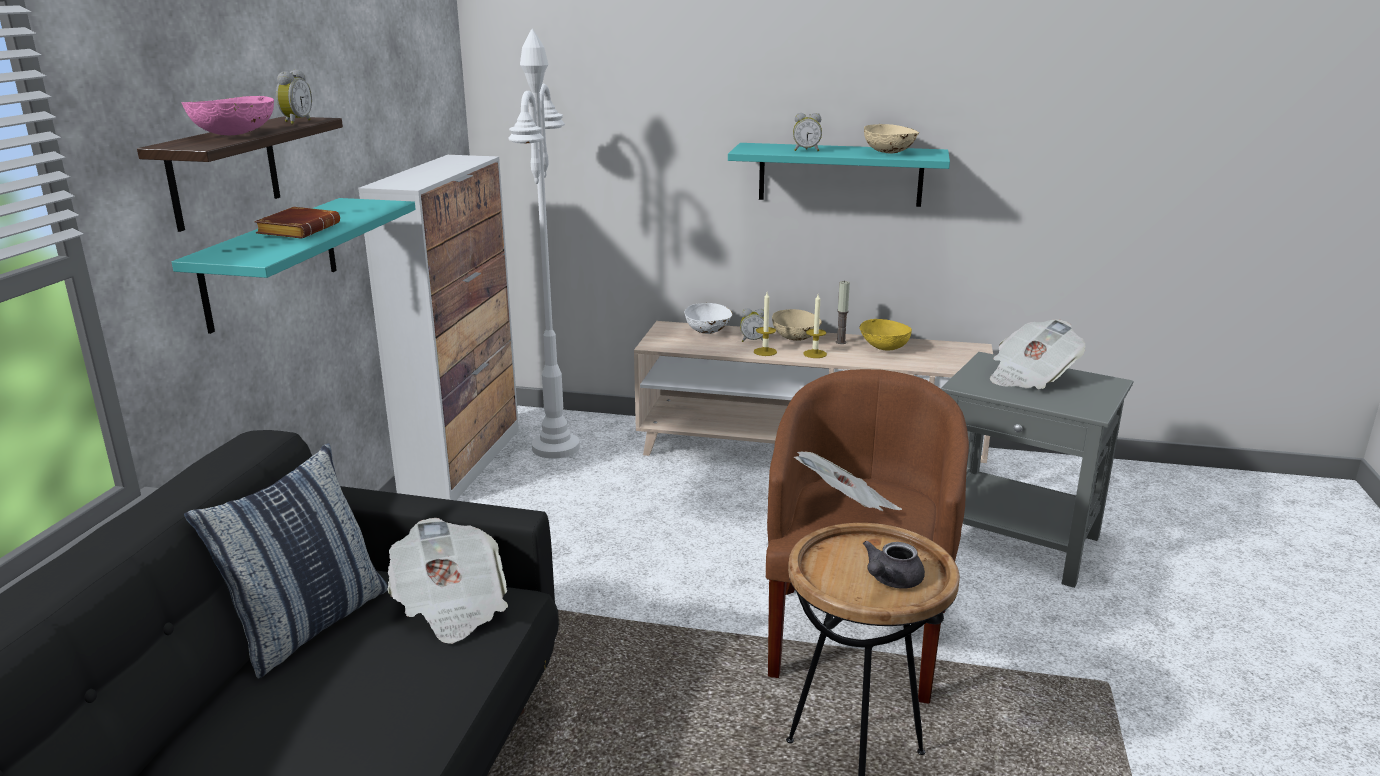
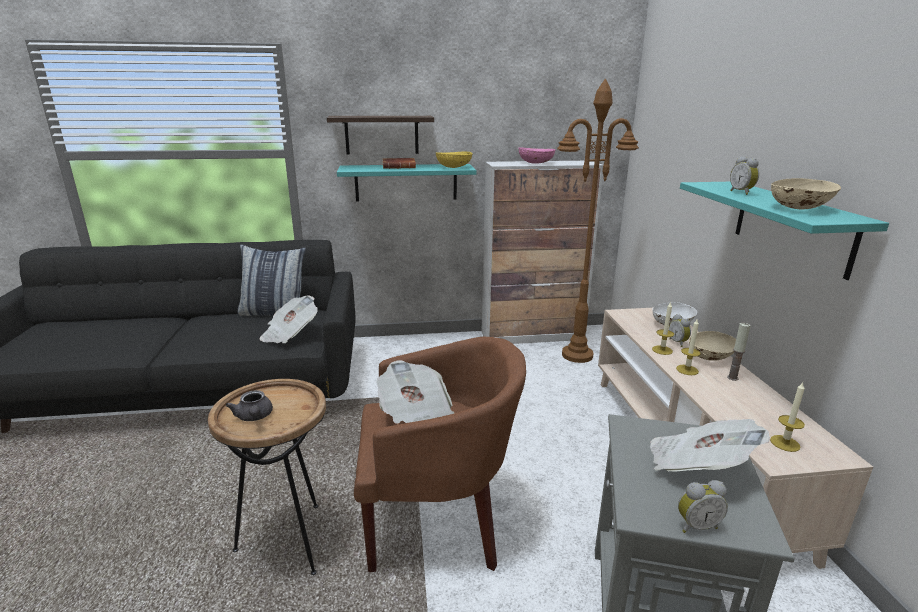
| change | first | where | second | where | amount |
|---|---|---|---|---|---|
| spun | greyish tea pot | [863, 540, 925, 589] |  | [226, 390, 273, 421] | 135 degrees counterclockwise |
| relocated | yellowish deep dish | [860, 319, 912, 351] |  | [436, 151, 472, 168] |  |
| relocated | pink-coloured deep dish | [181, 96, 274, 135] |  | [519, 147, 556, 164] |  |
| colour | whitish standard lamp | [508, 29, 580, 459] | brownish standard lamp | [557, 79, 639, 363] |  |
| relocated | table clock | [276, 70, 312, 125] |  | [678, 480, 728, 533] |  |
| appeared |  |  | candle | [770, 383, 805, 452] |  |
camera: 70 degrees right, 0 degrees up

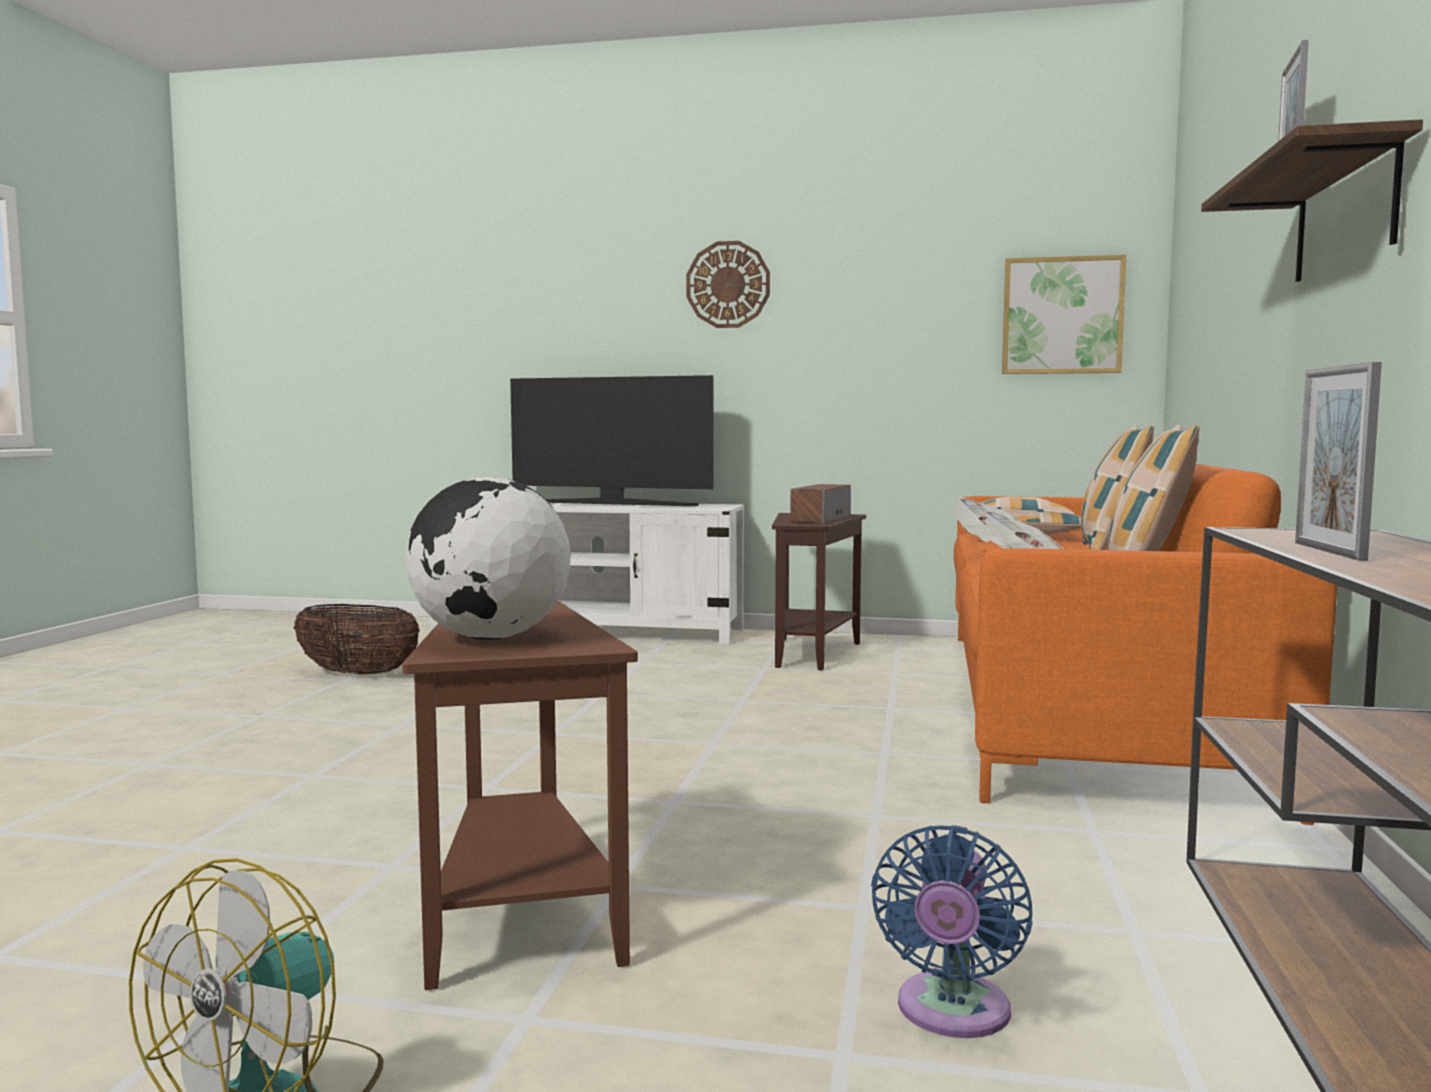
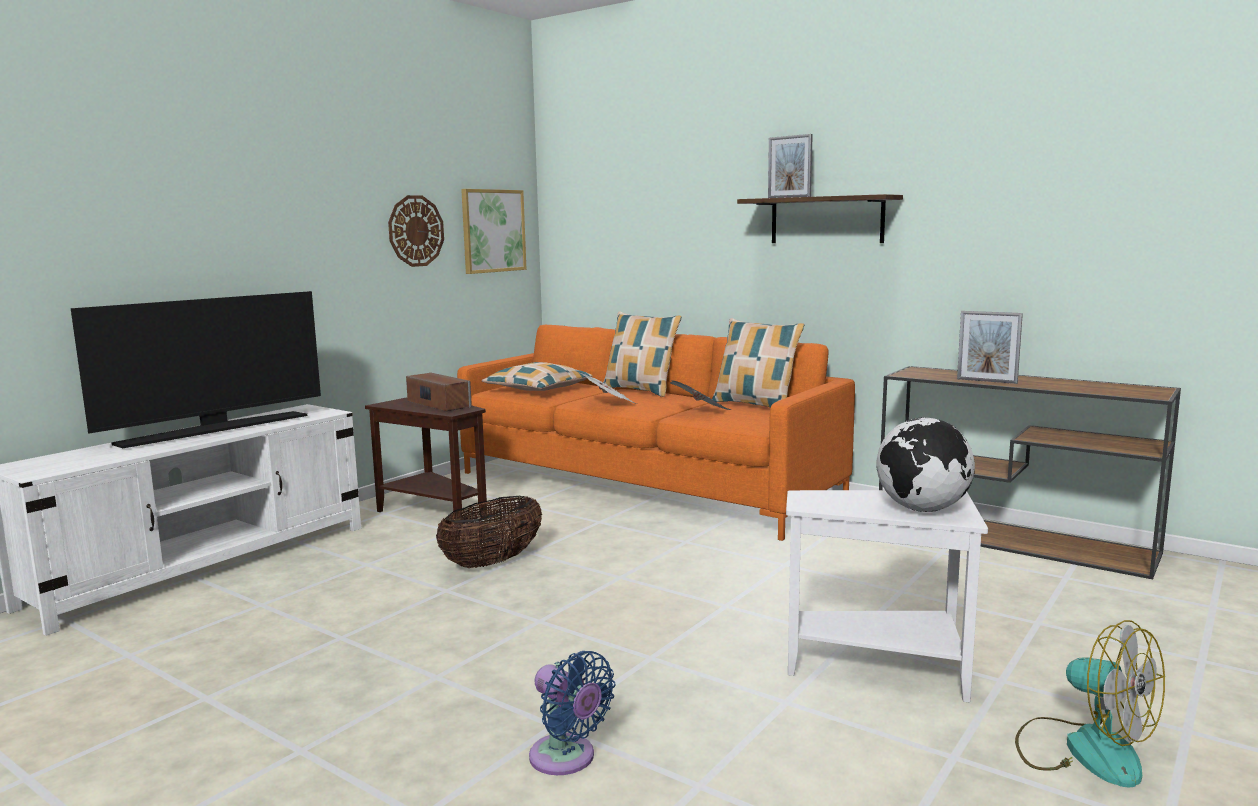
| change | first | where | second | where | amount |
|---|---|---|---|---|---|
| relocated | hanging clock | [686, 241, 770, 328] |  | [388, 195, 444, 267] |  |
| relocated | storage basket | [294, 604, 420, 675] |  | [436, 496, 542, 568] |  |
| relocated | bluish fan | [871, 825, 1033, 1038] |  | [529, 651, 615, 775] |  |
| colour | brownish end table | [402, 601, 638, 990] | whitish end table | [786, 490, 988, 702] |  |
camera: 65 degrees left, 5 degrees up

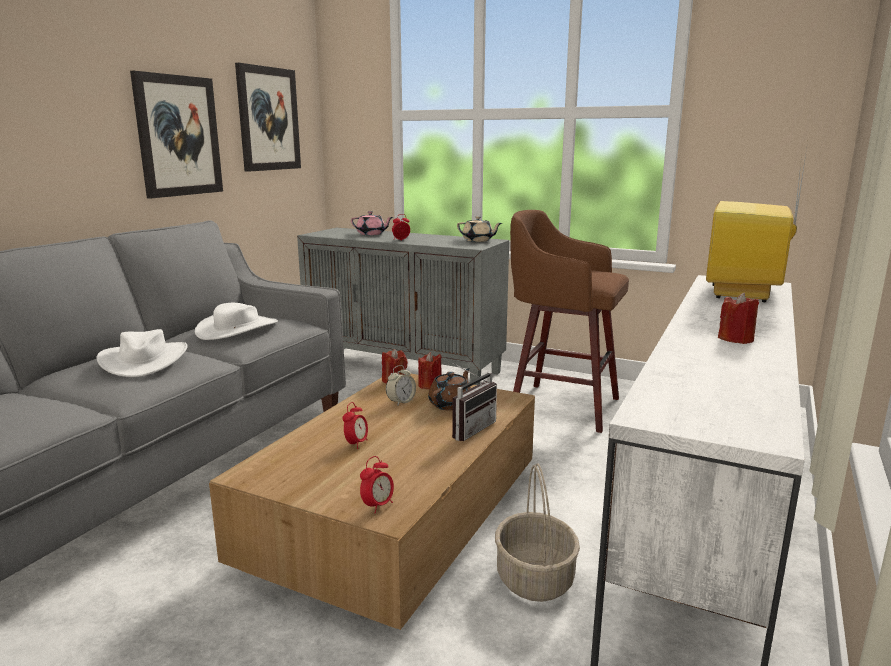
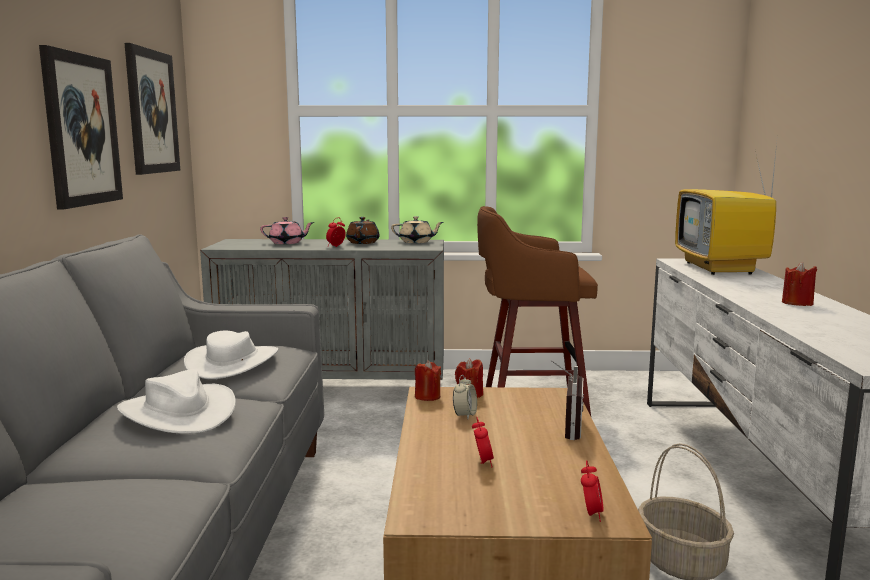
| change | first | where | second | where | amount |
|---|---|---|---|---|---|
| relocated | brownish tea pot | [428, 368, 471, 411] |  | [346, 217, 380, 244] |  |
camera: 25 degrees left, 5 degrees down

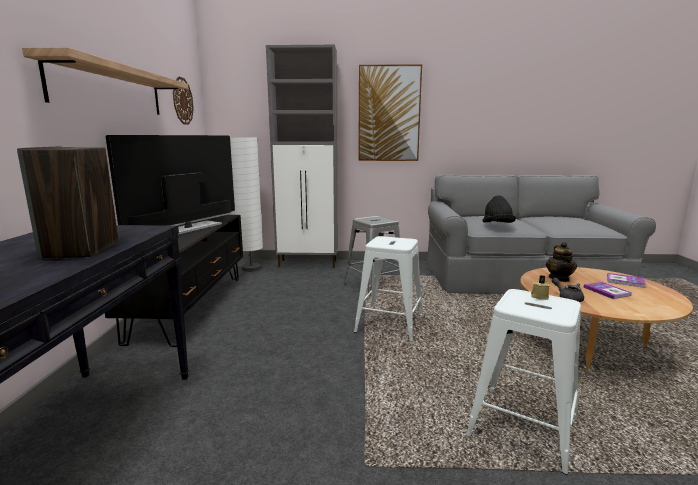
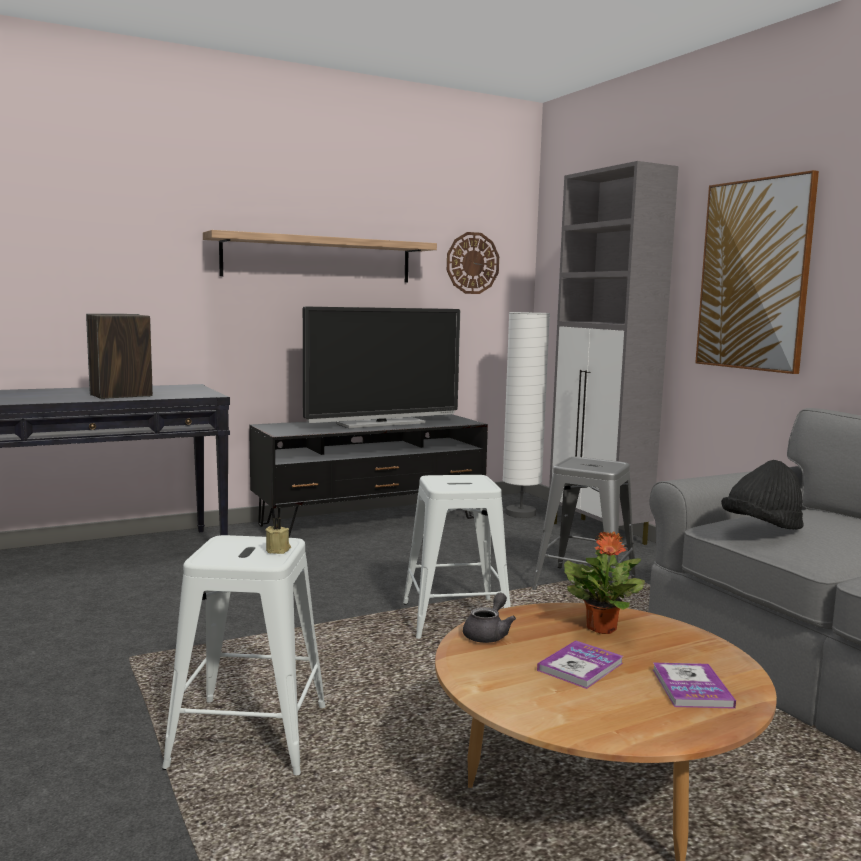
| change | first | where | second | where | amount |
|---|---|---|---|---|---|
| spun | TV set | [106, 135, 235, 235] |  | [303, 306, 460, 428] | 150 degrees clockwise |
| exchanged | tea pot | [546, 242, 577, 282] | houseplant | [564, 531, 645, 634] |  |
camera: 60 degrees right, 5 degrees down

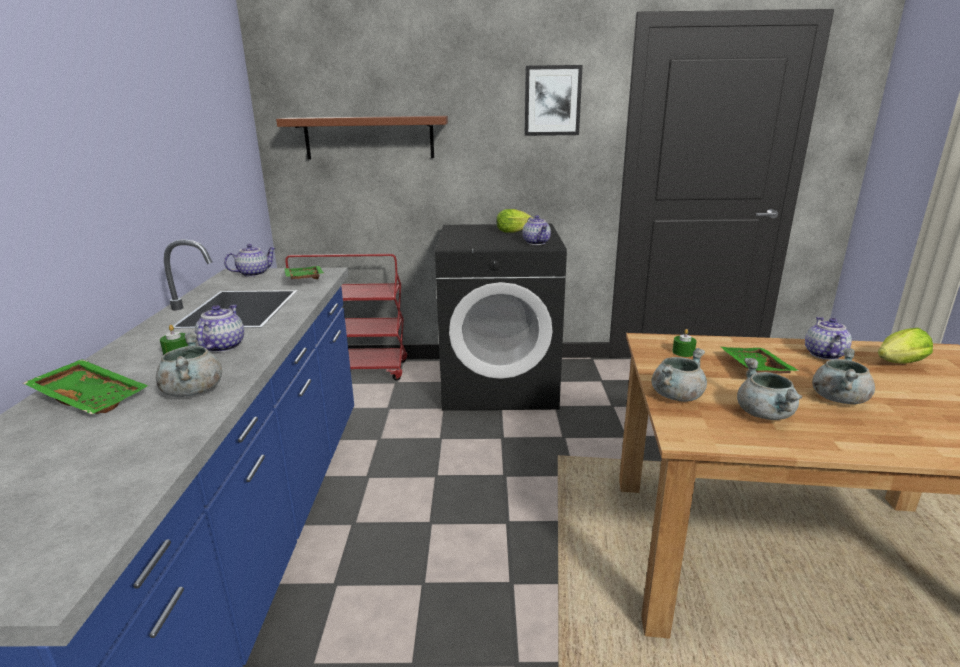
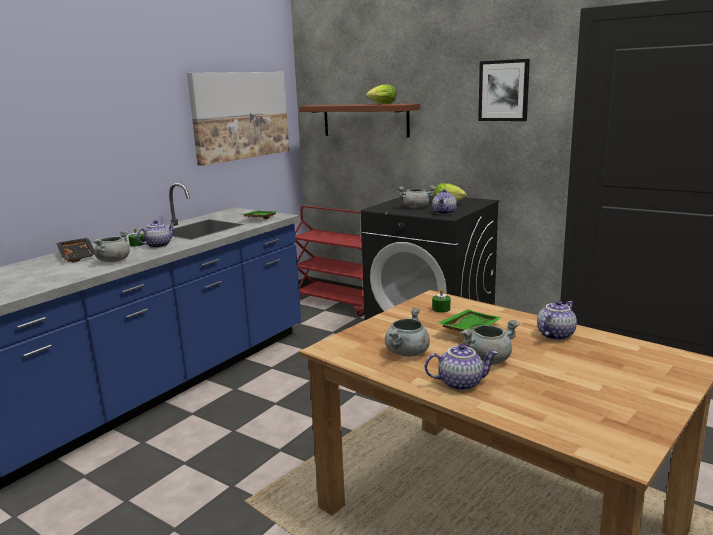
| change | first | where | second | where | amount |
|---|---|---|---|---|---|
| colour | green carrying tray | [23, 359, 148, 415] | black-coloured carrying tray | [56, 238, 95, 262] |  |
| appeared |  |  | picture | [187, 72, 289, 166] |  |
| relocated | lettuce head | [878, 328, 933, 364] |  | [366, 84, 396, 104] |  |
| relocated | greyish saucepot | [651, 348, 707, 402] |  | [398, 186, 436, 208] |  |
| relocated | tea pot | [224, 244, 276, 277] |  | [425, 343, 498, 391] |  |
camera: 35 degrees right, 5 degrees down

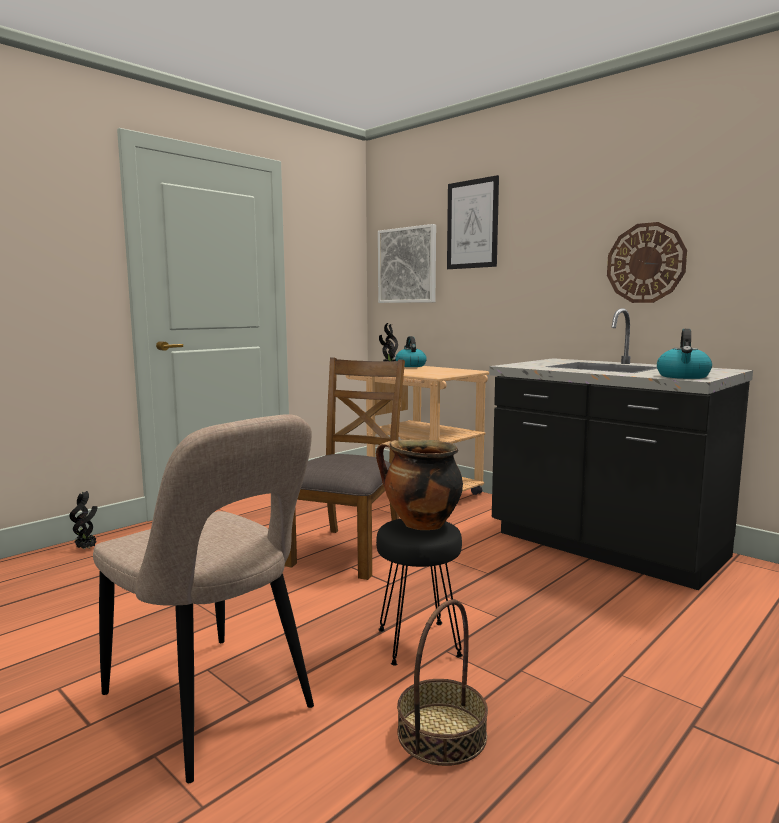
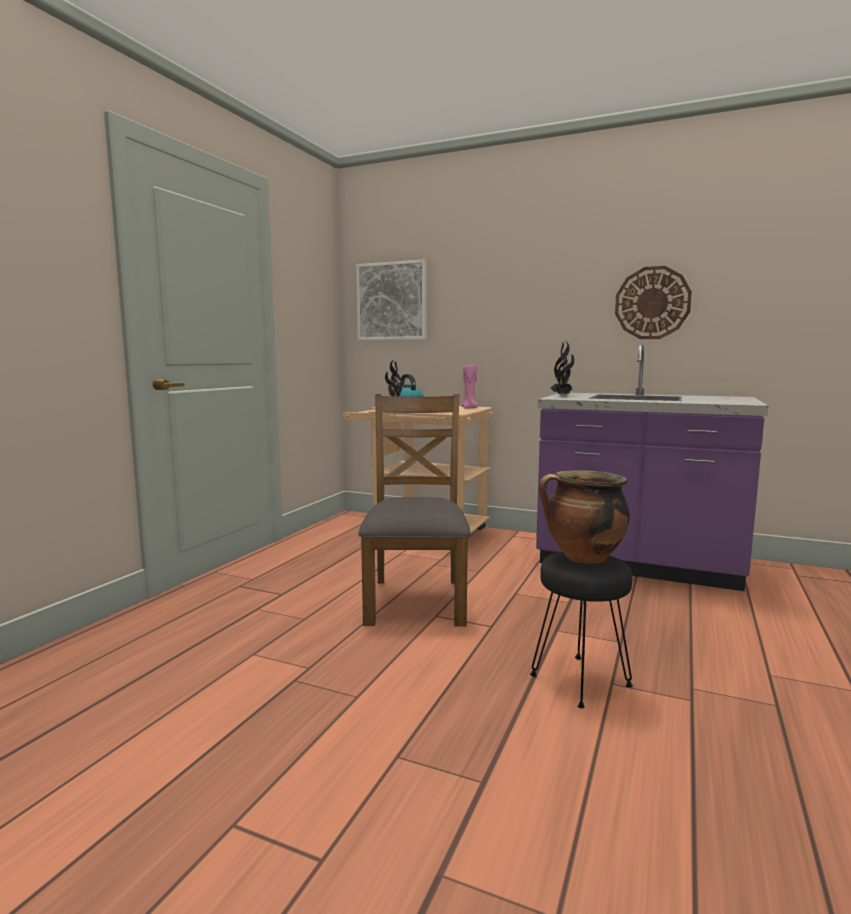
| change | first | where | second | where | amount |
|---|---|---|---|---|---|
| appeared |  |  | pink-coloured candle | [461, 364, 478, 409] |  |
| colour | black-coloured kitchen counter | [489, 308, 753, 590] | purple kitchen counter | [536, 344, 768, 591] |  |
| relocated | houseplant | [69, 491, 97, 549] |  | [551, 341, 574, 396] |  |
| missing | beige chair | [93, 414, 314, 783] |  |  |  |
| missing | storage basket | [397, 599, 488, 766] |  |  |  |
| missing | picture | [447, 175, 499, 269] |  |  |  |
| missing | water kettle | [657, 329, 712, 379] |  |  |  |
camera: 20 degrees left, 0 degrees up

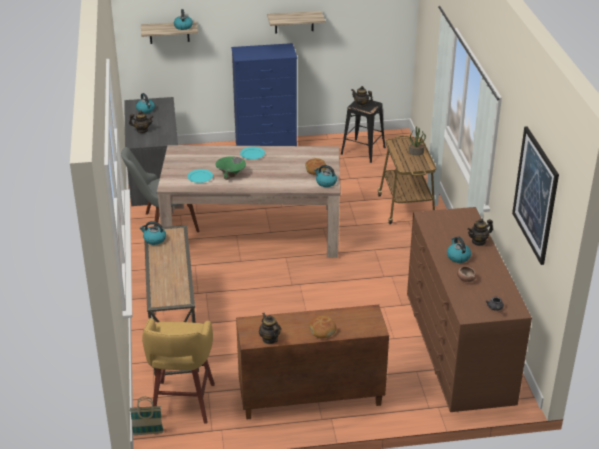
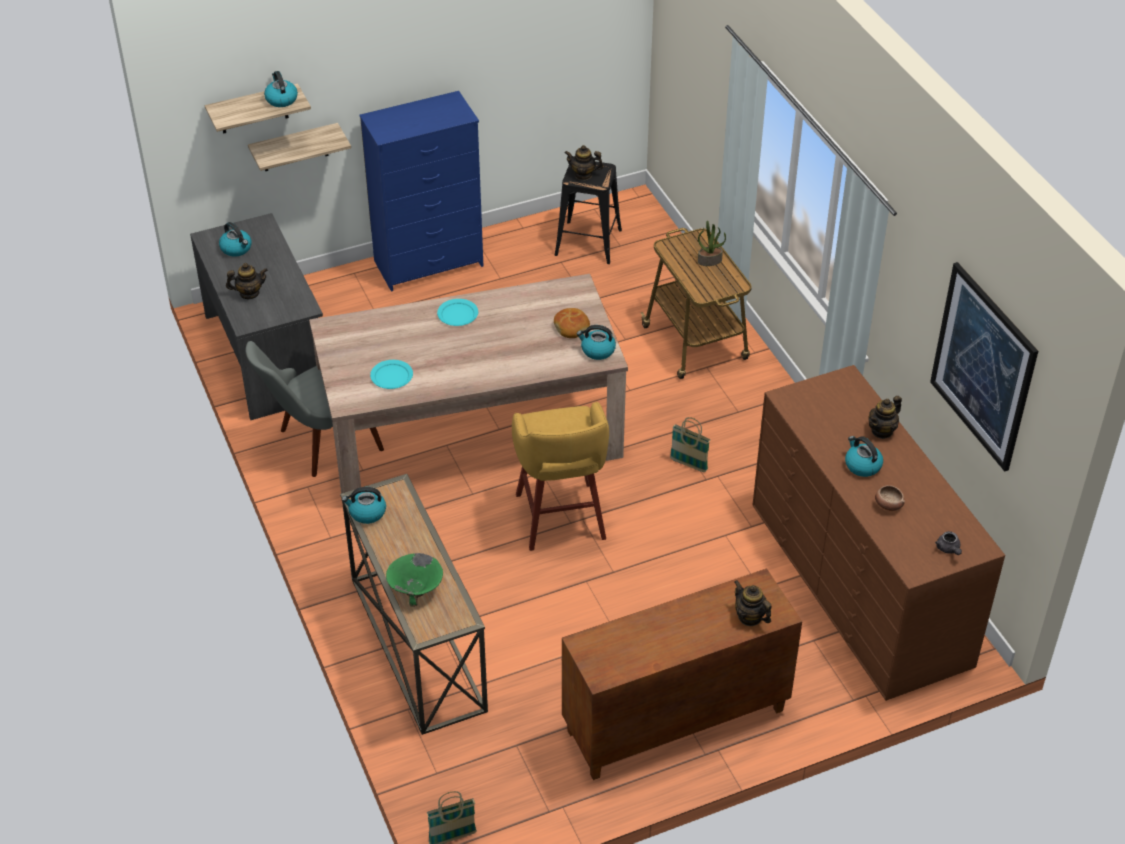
| change | first | where | second | where | amount |
|---|---|---|---|---|---|
| relocated | shelf | [267, 11, 325, 34] |  | [248, 123, 351, 171] |  |
| relocated | green deep dish | [215, 156, 246, 180] |  | [386, 553, 443, 607] |  |
| relocated | yellowish stool | [142, 318, 215, 424] |  | [512, 402, 609, 551] |  |
| appeared |  |  | storage basket | [670, 417, 710, 472] |  |
| relocated | tea pot | [259, 313, 281, 344] |  | [734, 580, 772, 626] |  |
| missing | bread | [309, 316, 336, 339] |  |  |  |
camera: 15 degrees left, 10 degrees up

